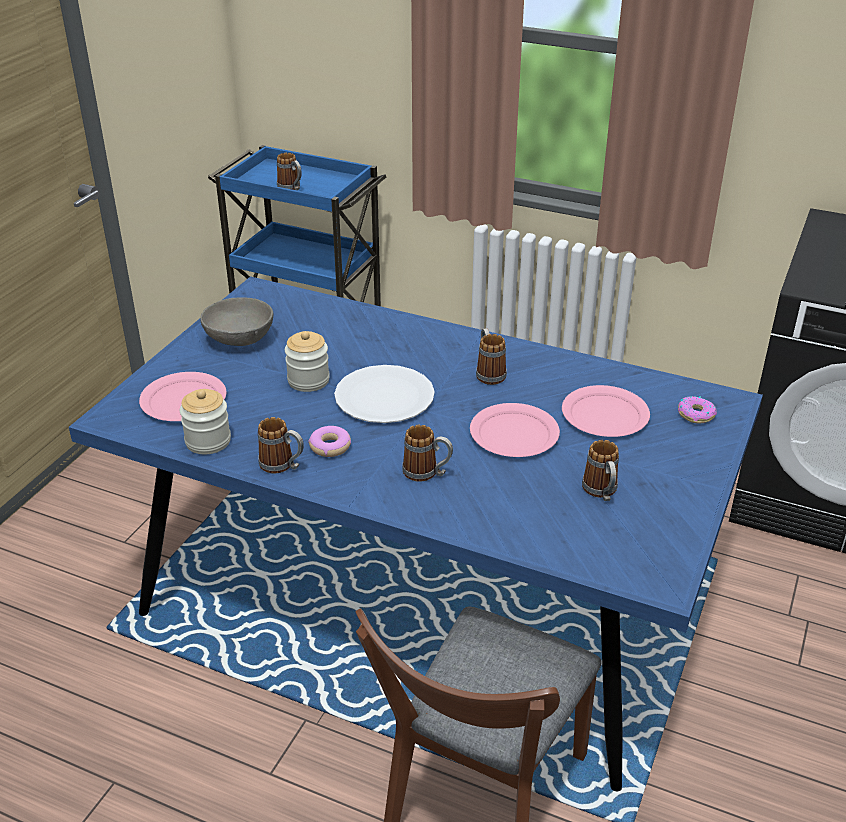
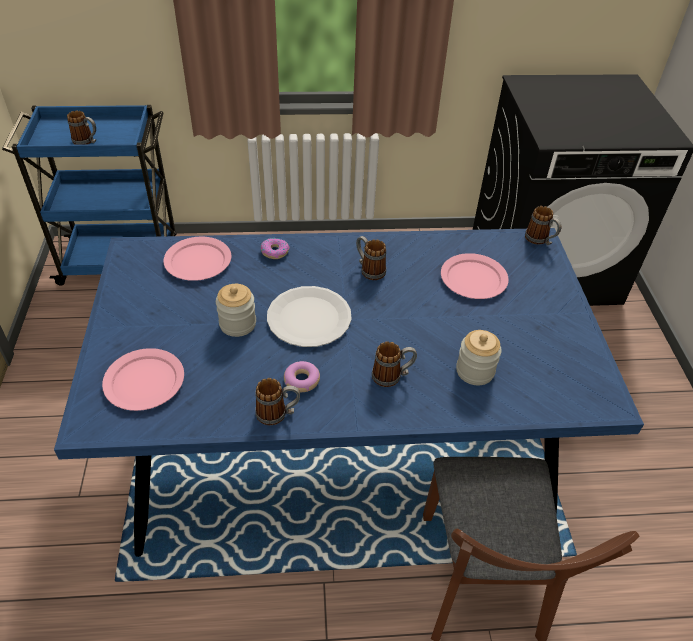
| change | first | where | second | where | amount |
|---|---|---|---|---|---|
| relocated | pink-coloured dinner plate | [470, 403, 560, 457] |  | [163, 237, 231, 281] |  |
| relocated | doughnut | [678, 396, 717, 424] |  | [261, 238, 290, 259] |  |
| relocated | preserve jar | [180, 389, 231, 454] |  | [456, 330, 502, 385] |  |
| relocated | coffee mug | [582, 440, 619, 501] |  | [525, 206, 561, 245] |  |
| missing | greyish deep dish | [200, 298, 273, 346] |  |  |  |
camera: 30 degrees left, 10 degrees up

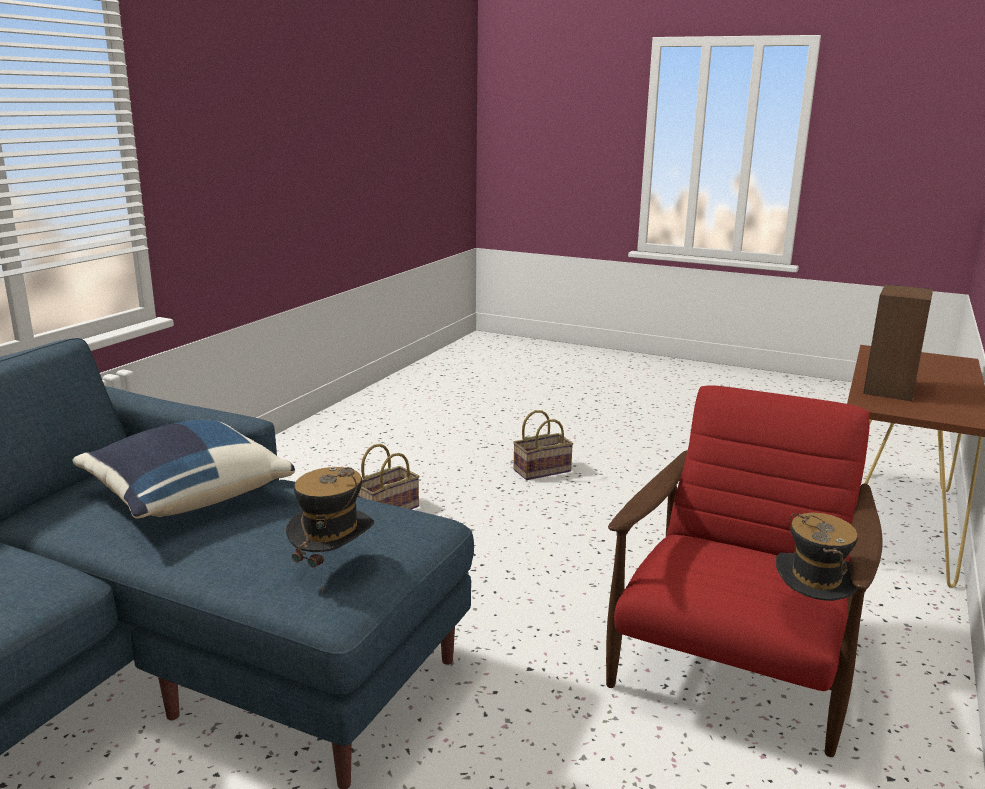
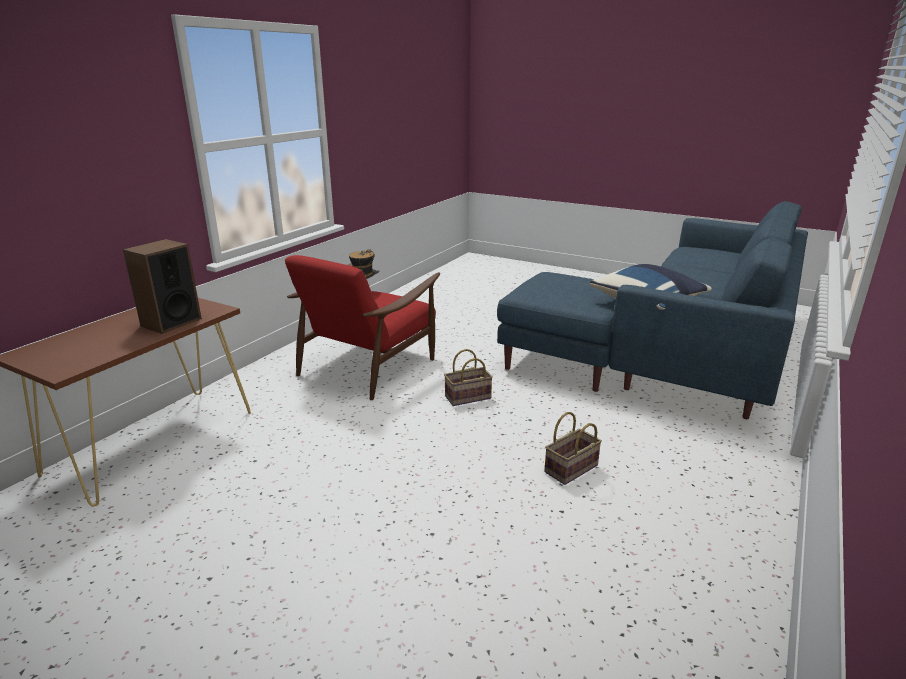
| change | first | where | second | where | amount |
|---|---|---|---|---|---|
| relocated | storage basket | [513, 410, 573, 480] |  | [444, 349, 493, 406] |  |
| missing | wearable hat | [286, 467, 374, 591] |  |  |  |
camera: 175 degrees left, 5 degrees up

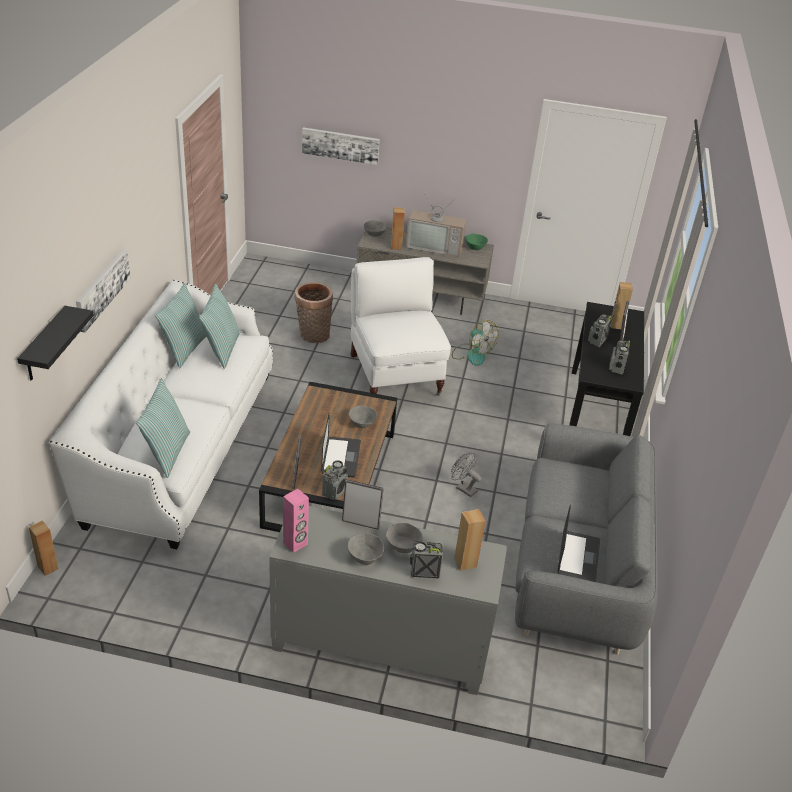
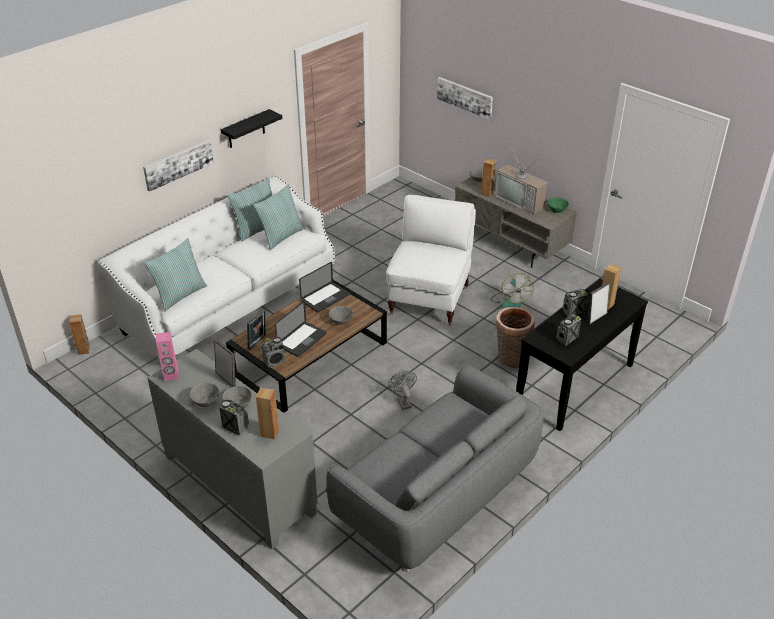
| change | first | where | second | where | amount |
|---|---|---|---|---|---|
| relocated | black-coloured shelf | [17, 306, 94, 381] |  | [221, 109, 282, 148] |  |
| relocated | notebook computer | [557, 505, 600, 582] |  | [299, 262, 349, 312] |  |
| relocated | storage basket | [295, 282, 333, 343] |  | [496, 307, 535, 368] |  |
camera: 35 degrees right, 0 degrees up

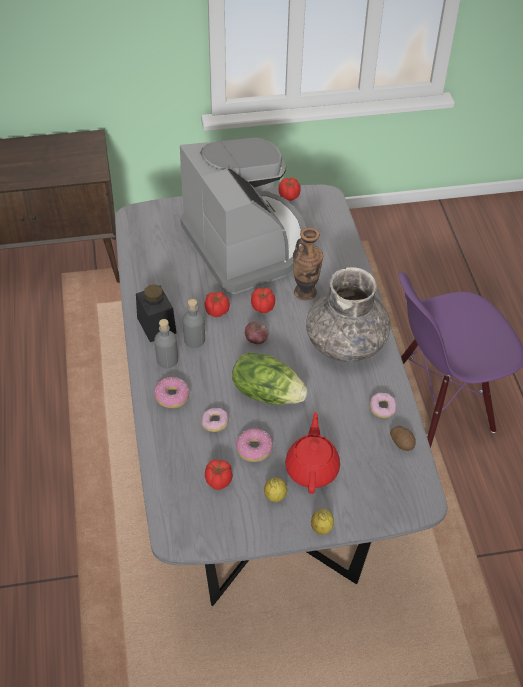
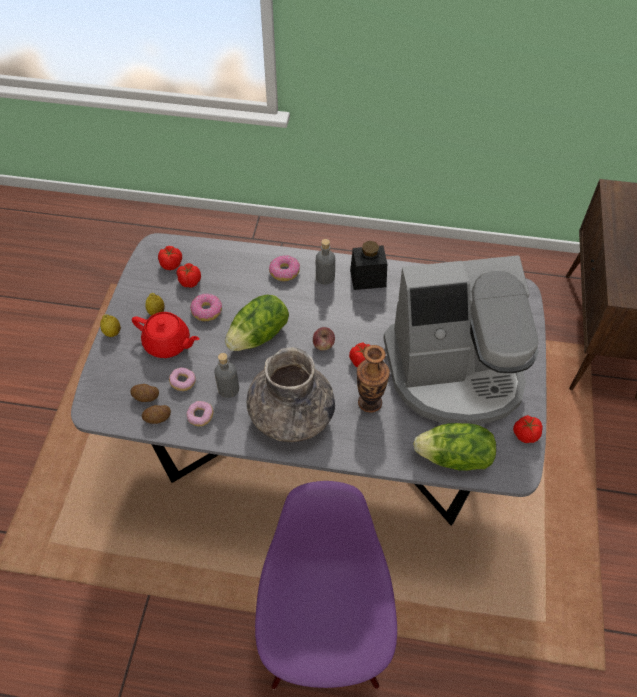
| change | first | where | second | where | amount |
|---|---|---|---|---|---|
| appeared |  |  | potato | [130, 384, 159, 402] |  |
| relocated | fresh tomato | [204, 292, 230, 317] |  | [158, 246, 182, 270] |  |
| relocated | doughnut | [202, 408, 229, 432] |  | [169, 367, 196, 391] |  |
| relocated | greyish bottle | [183, 299, 205, 348] |  | [214, 353, 239, 398] |  |
| appeared |  |  | lettuce head | [413, 423, 496, 471] |  |
camera: 110 degrees right, 5 degrees up

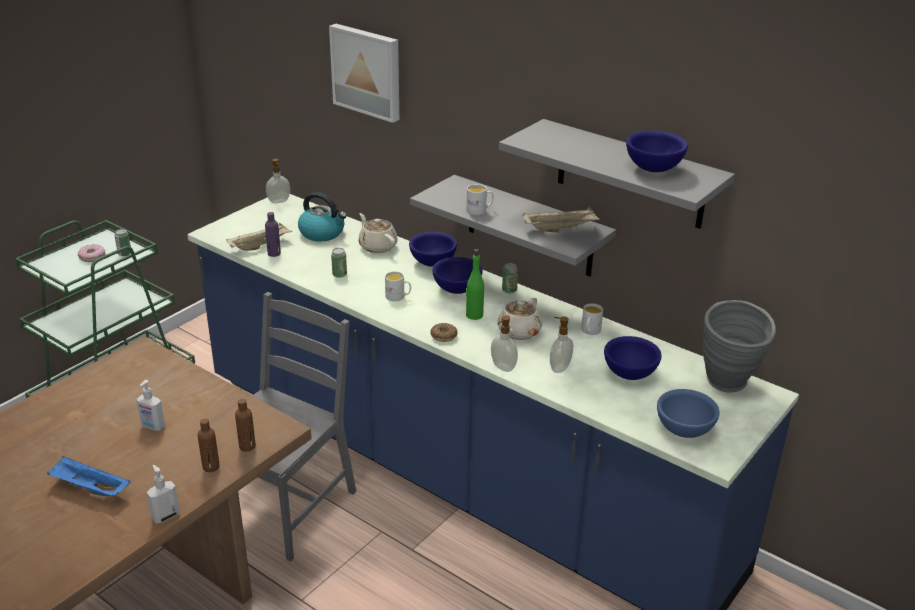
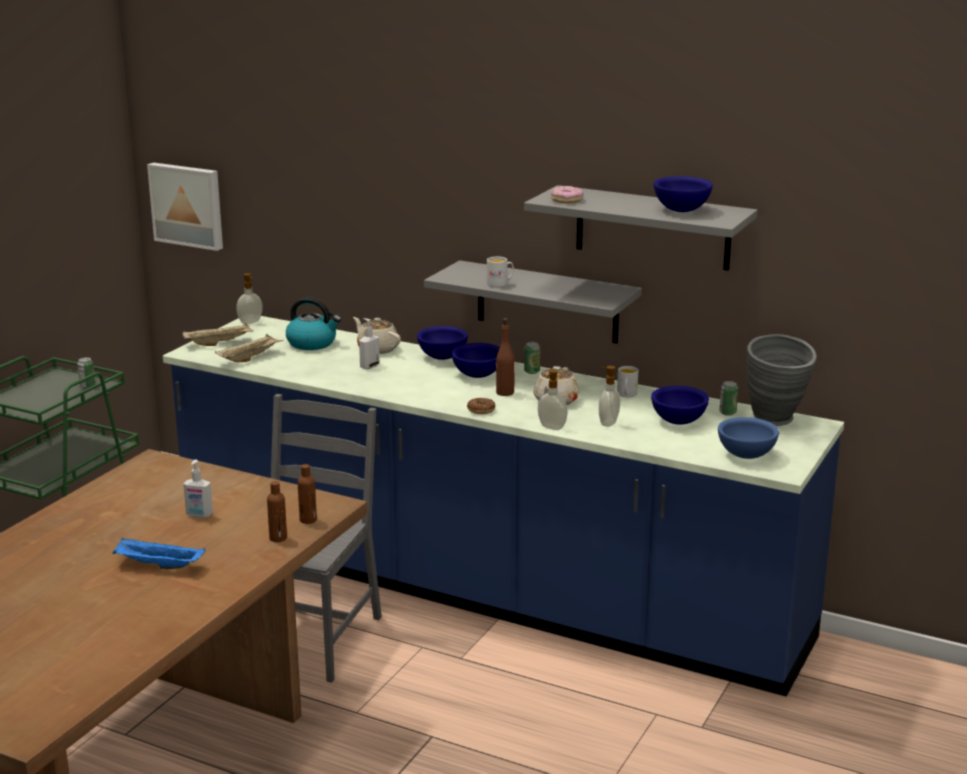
| change | first | where | second | where | amount |
|---|---|---|---|---|---|
| relocated | picture | [329, 24, 399, 123] |  | [147, 163, 223, 251] |  |
| relocated | beige carrying tray | [523, 207, 600, 232] |  | [182, 323, 253, 346] |  |
| relocated | soap dispenser | [146, 465, 180, 524] |  | [359, 318, 380, 369] |  |
| colour | green bottle | [466, 249, 484, 320] | brownish bottle | [496, 318, 515, 396] |  |
| relocated | doughnut | [78, 244, 106, 262] |  | [551, 186, 584, 203] |  |
| relocated | metal can | [331, 248, 347, 278] |  | [719, 381, 738, 416] |  |
| missing | purple bottle | [265, 212, 281, 257] |  |  |  |
| missing | whitish coffee mug | [385, 271, 411, 301] |  |  |  |
camera: 10 degrees left, 10 degrees down

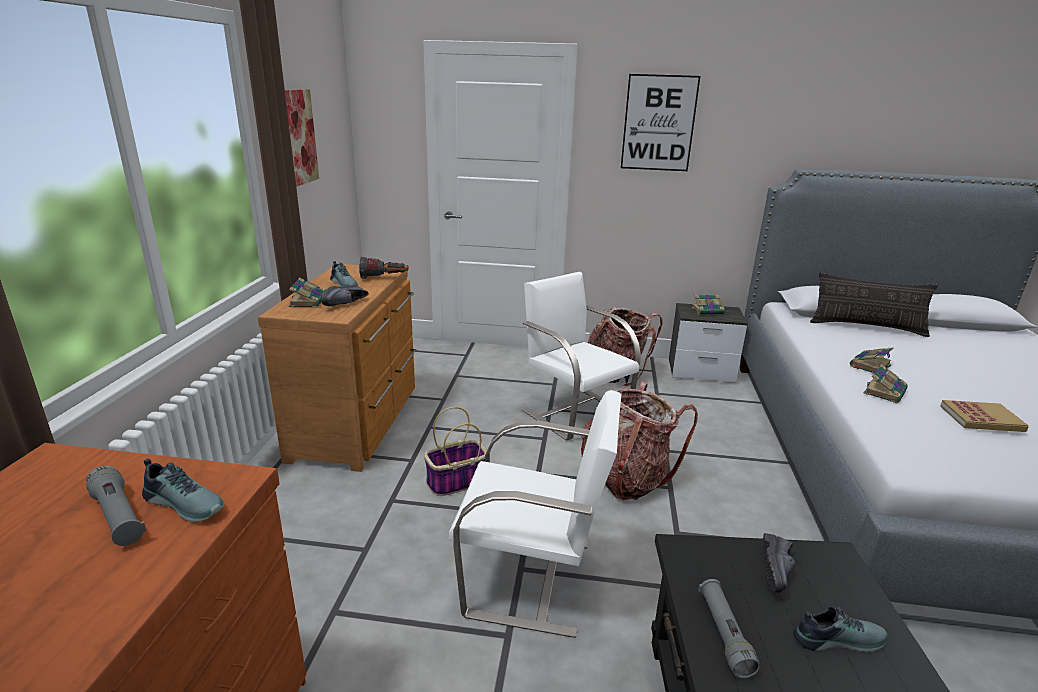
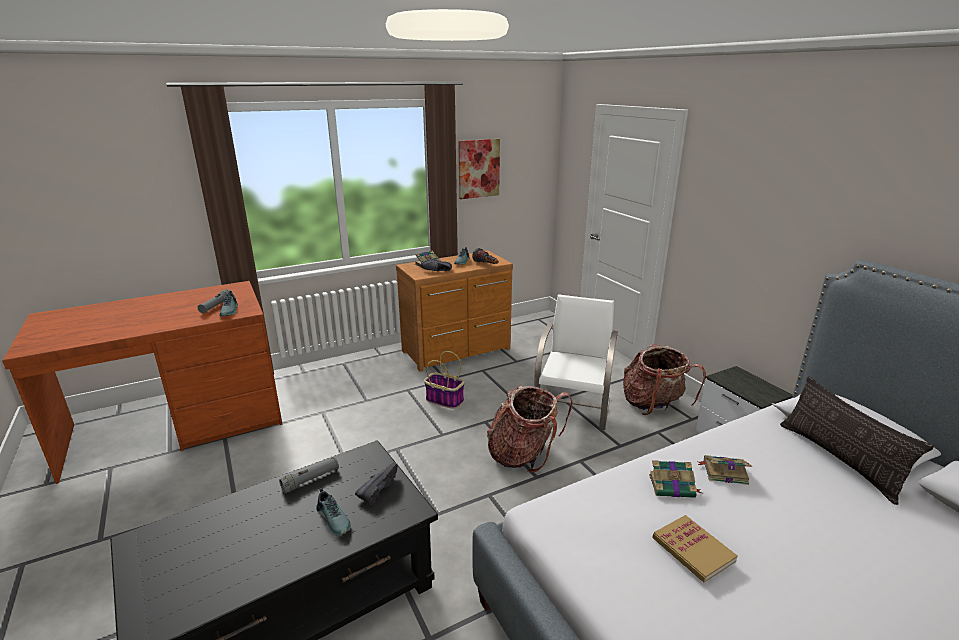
| change | first | where | second | where | amount |
|---|---|---|---|---|---|
| spun | black-coloured item of footwear | [763, 533, 795, 593] |  | [355, 463, 398, 505] | 135 degrees clockwise |
| missing | whitish chair | [449, 390, 621, 638] |  |  |  |
| missing | picture | [621, 74, 700, 171] |  |  |  |
| missing | volume | [692, 295, 727, 315] |  |  |  |
camera: 55 degrees right, 0 degrees up

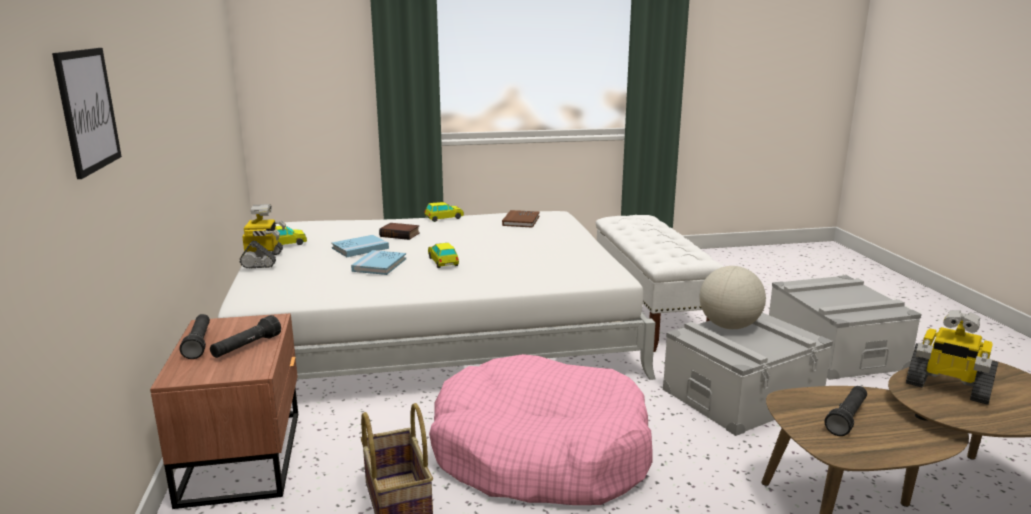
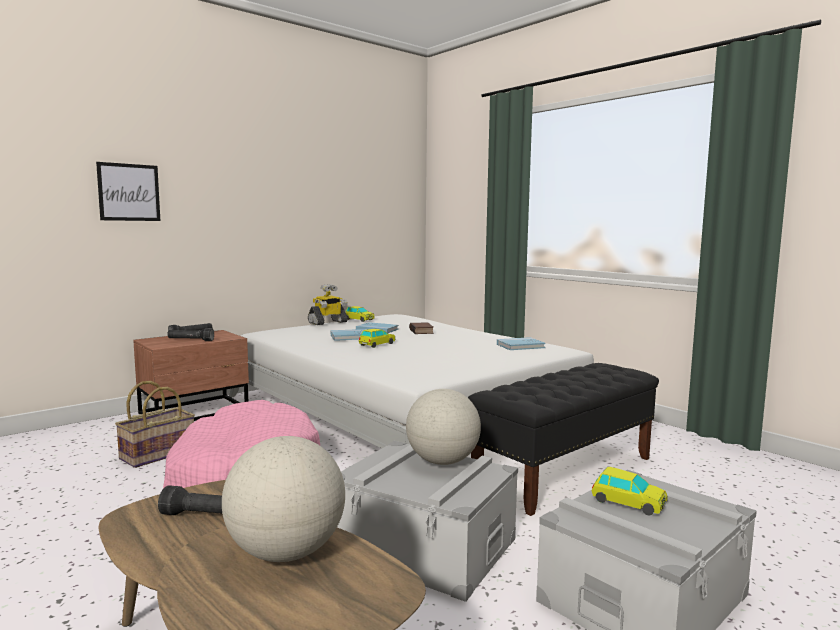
| change | first | where | second | where | amount |
|---|---|---|---|---|---|
| exchanged | robot figure | [906, 310, 998, 405] | world globe | [222, 436, 345, 562] |  |
| colour | whitish bench | [596, 215, 724, 352] | black-coloured bench | [468, 363, 659, 516] |  |
| colour | brownish volume | [502, 210, 540, 228] | bluish volume | [497, 337, 546, 350] |  |
| relocated | miniature car | [424, 202, 464, 222] |  | [591, 467, 667, 515] |  |
camera: 60 degrees right, 10 degrees down

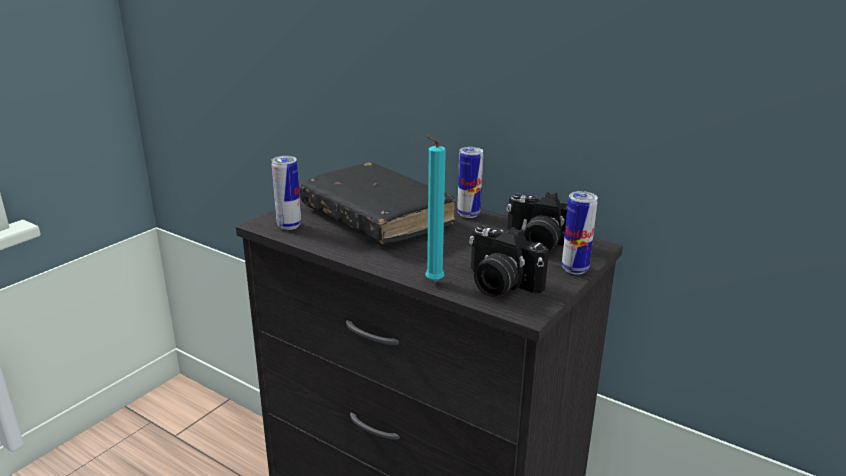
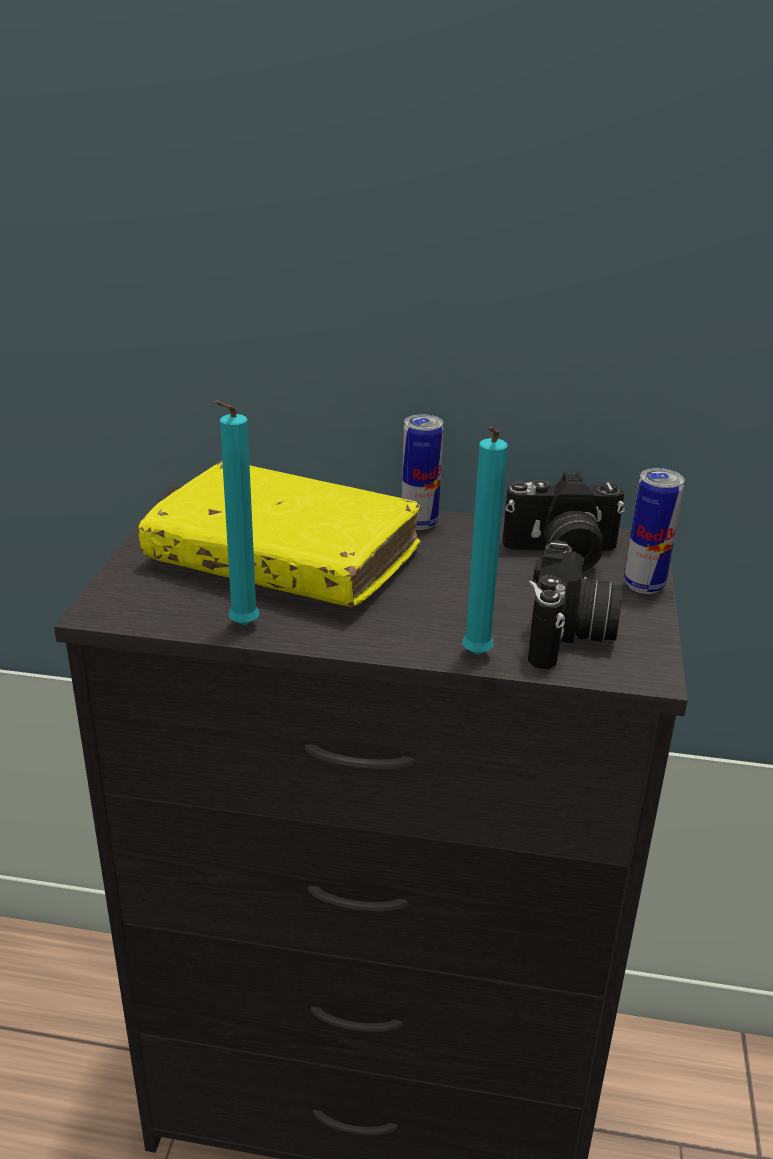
| change | first | where | second | where | amount |
|---|---|---|---|---|---|
| colour | black-coloured volume | [299, 162, 456, 244] | yellowish volume | [138, 461, 421, 608] |  |
| appeared |  |  | blue-green candle | [214, 401, 259, 626] |  |
| spun | still camera | [469, 225, 549, 297] |  | [528, 540, 623, 669] | 90 degrees counterclockwise |
| missing | metal can | [271, 156, 301, 230] |  |  |  |
camera: 25 degrees left, 5 degrees up

